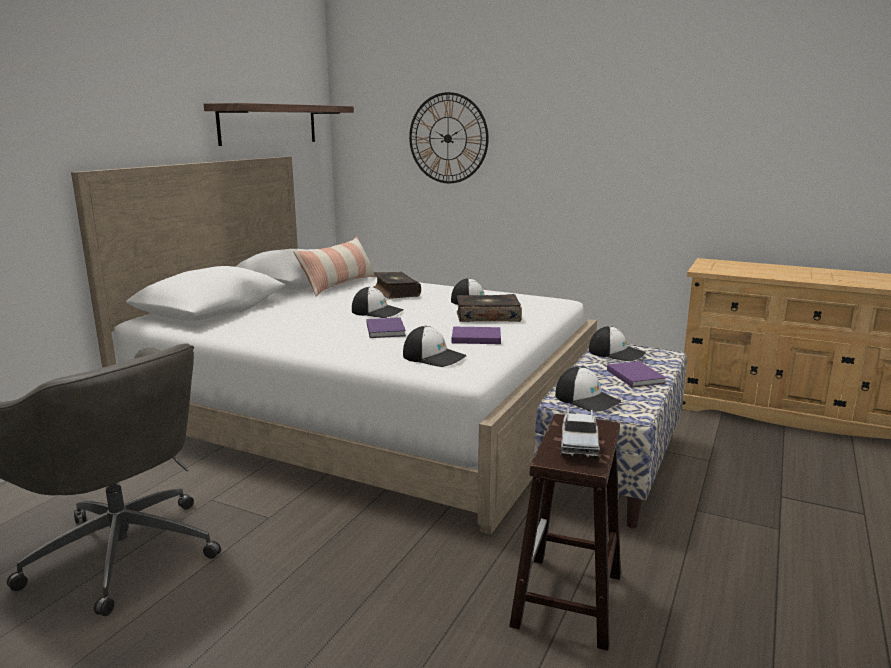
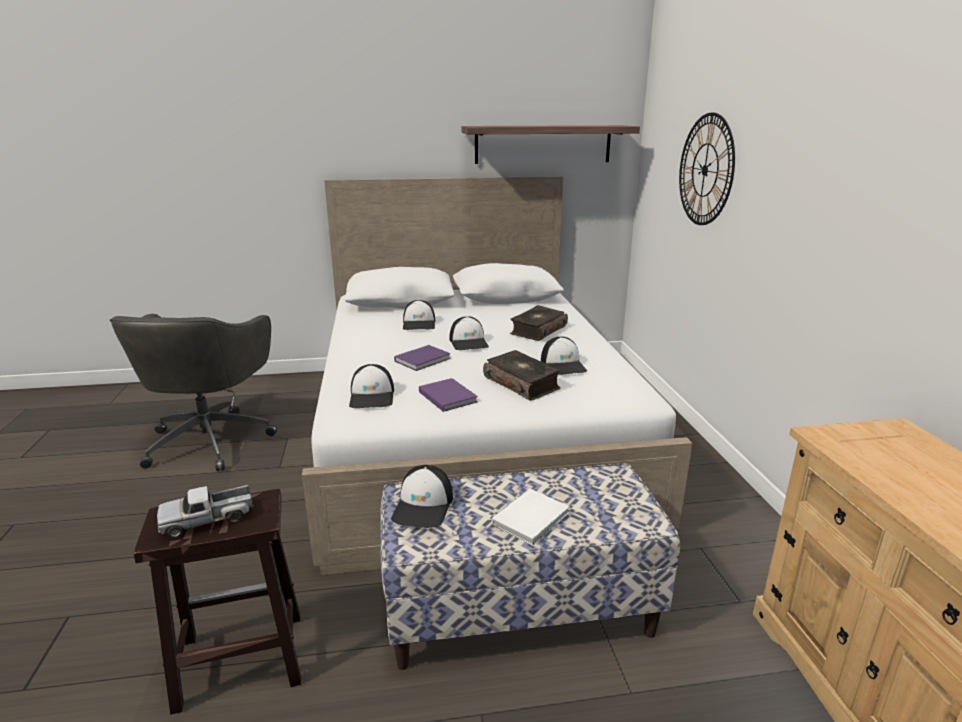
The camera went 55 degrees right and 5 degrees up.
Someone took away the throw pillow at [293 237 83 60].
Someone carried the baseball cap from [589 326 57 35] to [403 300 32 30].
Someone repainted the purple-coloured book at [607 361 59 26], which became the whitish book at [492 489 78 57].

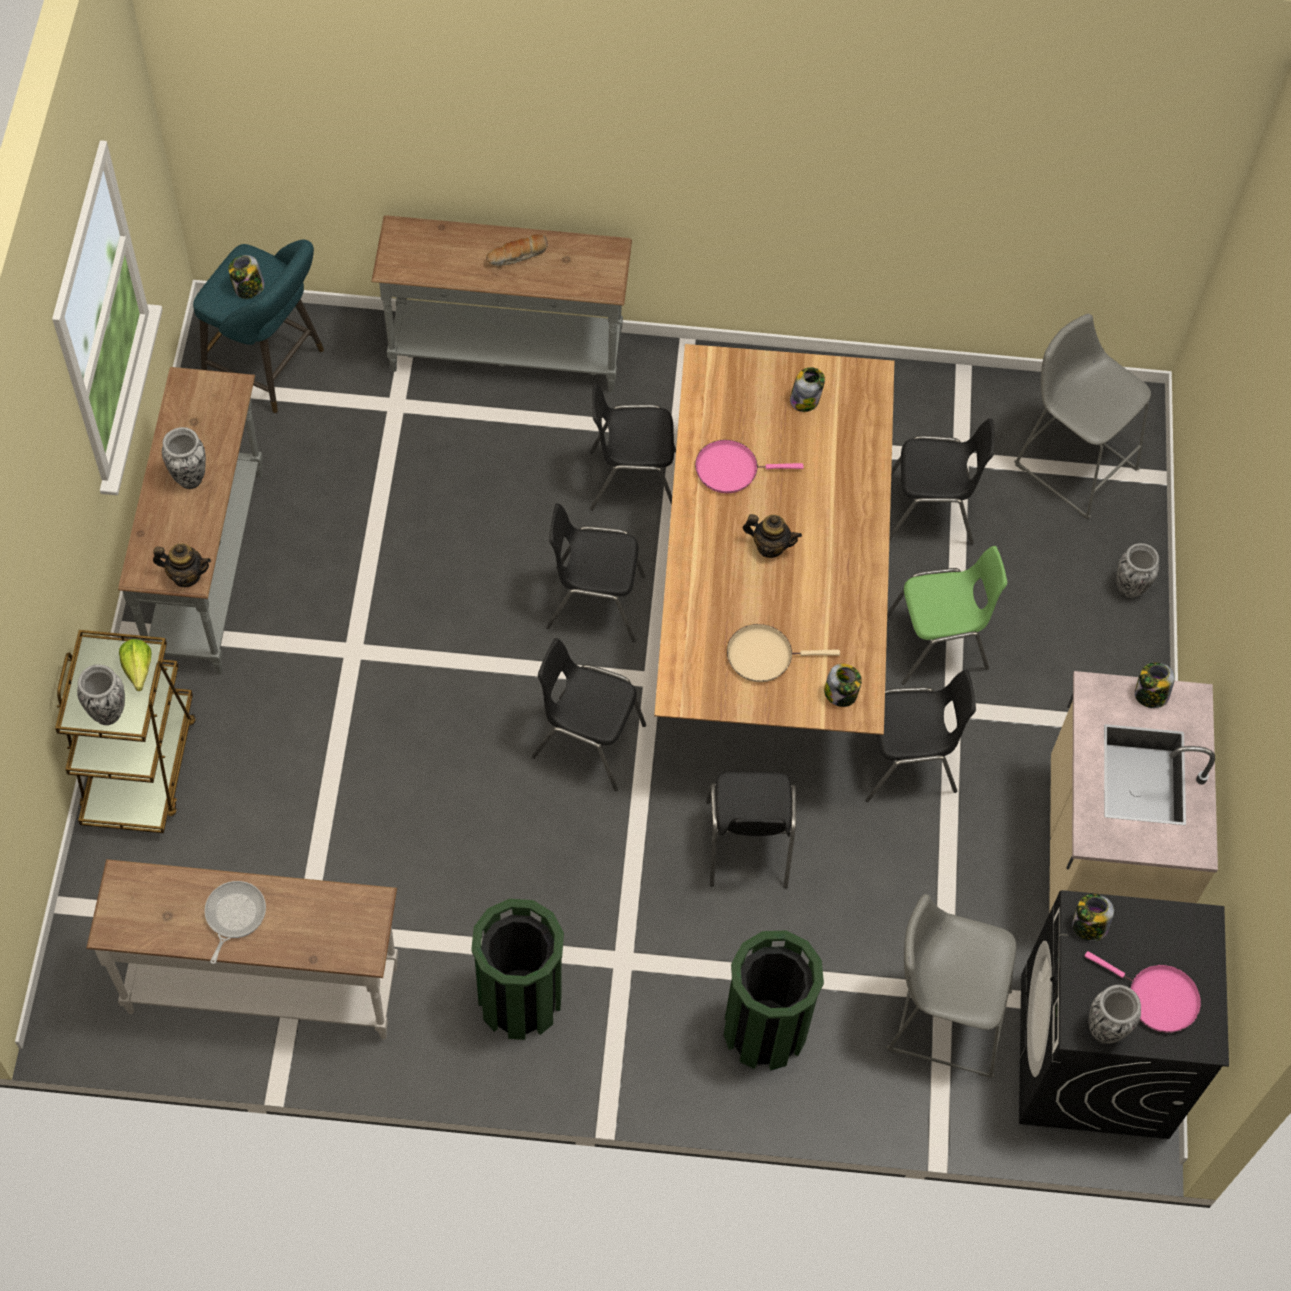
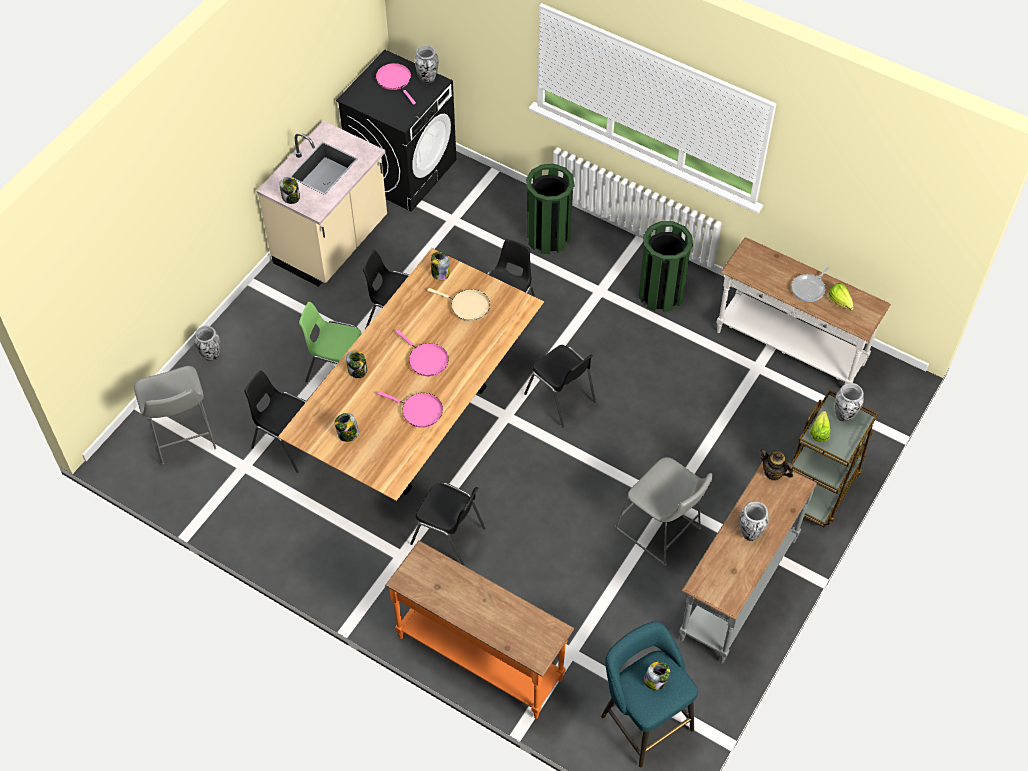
The camera went 150 degrees left and 5 degrees down.
Someone repainted the greyish narrow table at [371 215 261 177], which became the orange narrow table at [385 541 190 178].
Someone took away the bread at [486 234 62 32].
Someone took away the black-coloured chair at [546 503 99 139].
Someone swapped the teapot at [742 514 60 44] for the pinkish pan at [396 330 53 46].
Someone carried the greyish stool from [887 894 130 184] to [615 457 98 109].
Someone carried the jar from [1072 894 42 47] to [346 350 21 28].
Someone put down the head of lettuce at [828 283 26 28].

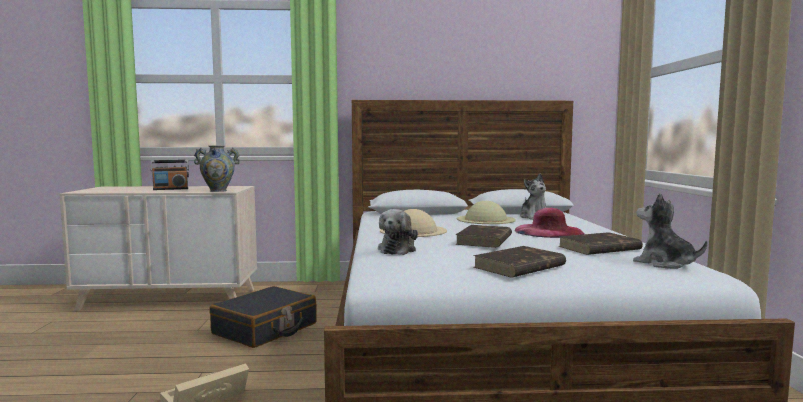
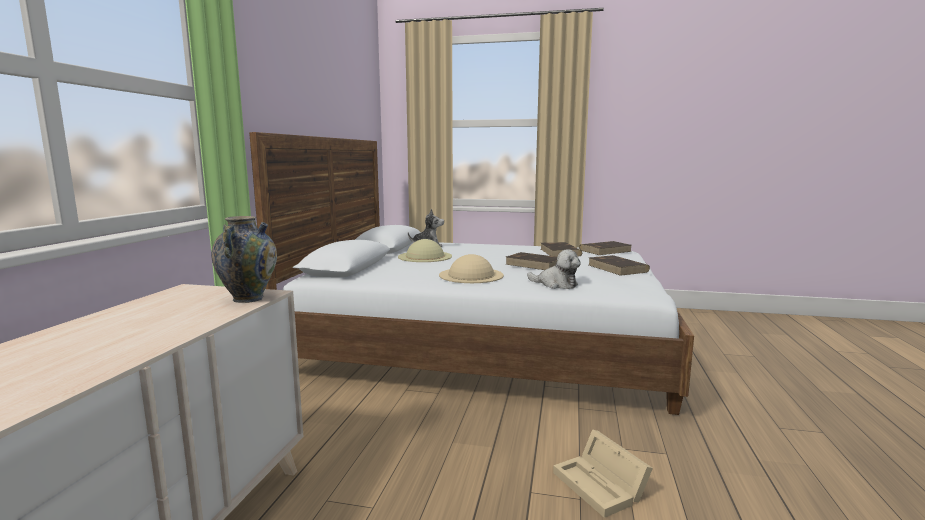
The camera went 75 degrees left and 5 degrees up.
Someone took away the radio receiver at [150 160 39 30].
Someone swapped the soft toy at [633 193 74 76] for the brown book at [579 241 53 14].
Someone took away the pinkish wearable hat at [515 208 70 30].
Someone took away the black-coloured piece of luggage at [209 286 108 62].

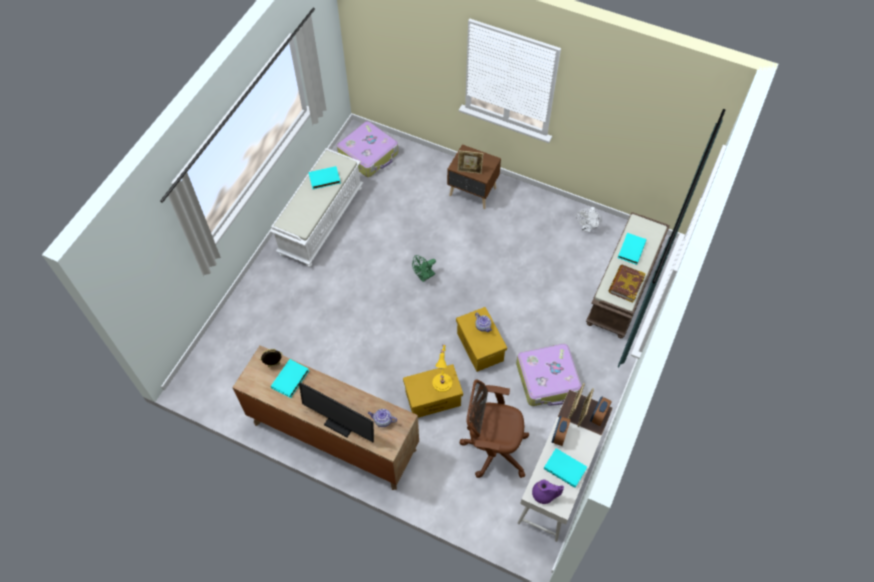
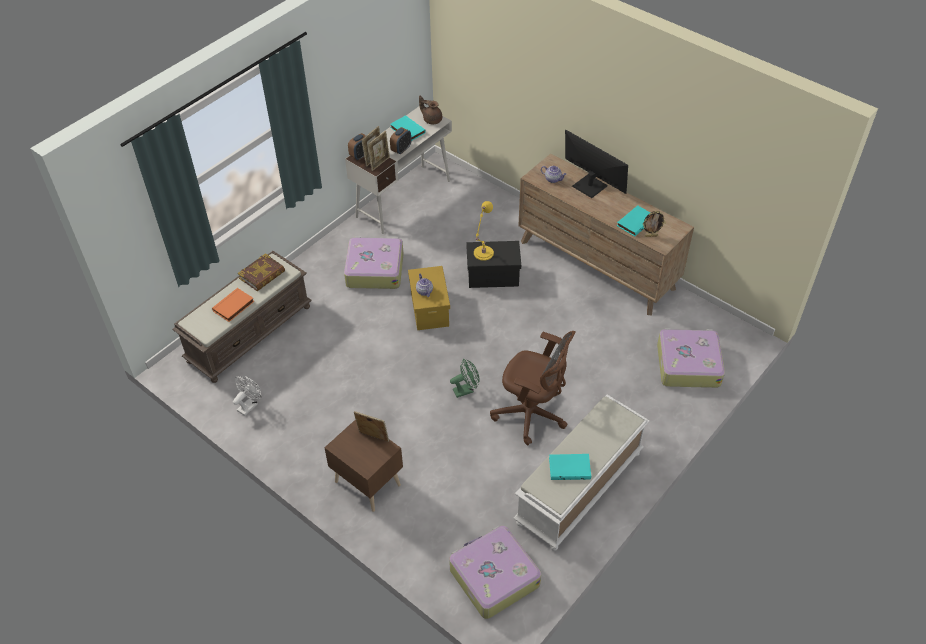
The camera went 165 degrees left and 10 degrees down.
Someone repainted the turquoise book at [618 233 28 32], which became the orange book at [212 288 42 34].
Someone repainted the yellow storage container at [403 364 60 54], which became the black-coloured storage container at [466 241 55 47].
Someone carried the brown office chair from [460 379 69 99] to [490 331 86 114].
Someone repainted the purple-coloured teapot at [532 479 32 25], which became the brown teapot at [419 96 23 29].
Someone put down the piece of luggage at [657 328 68 60].

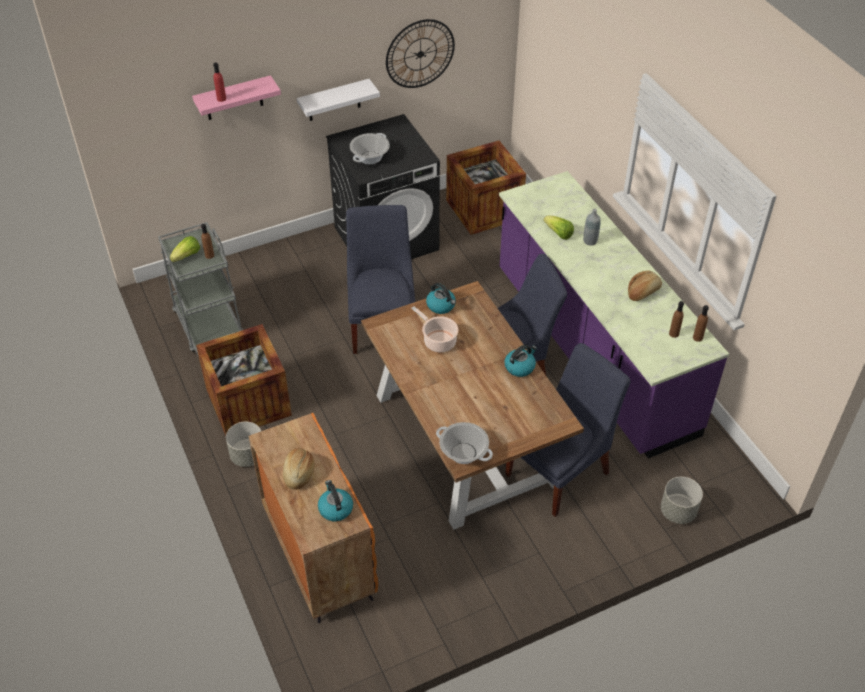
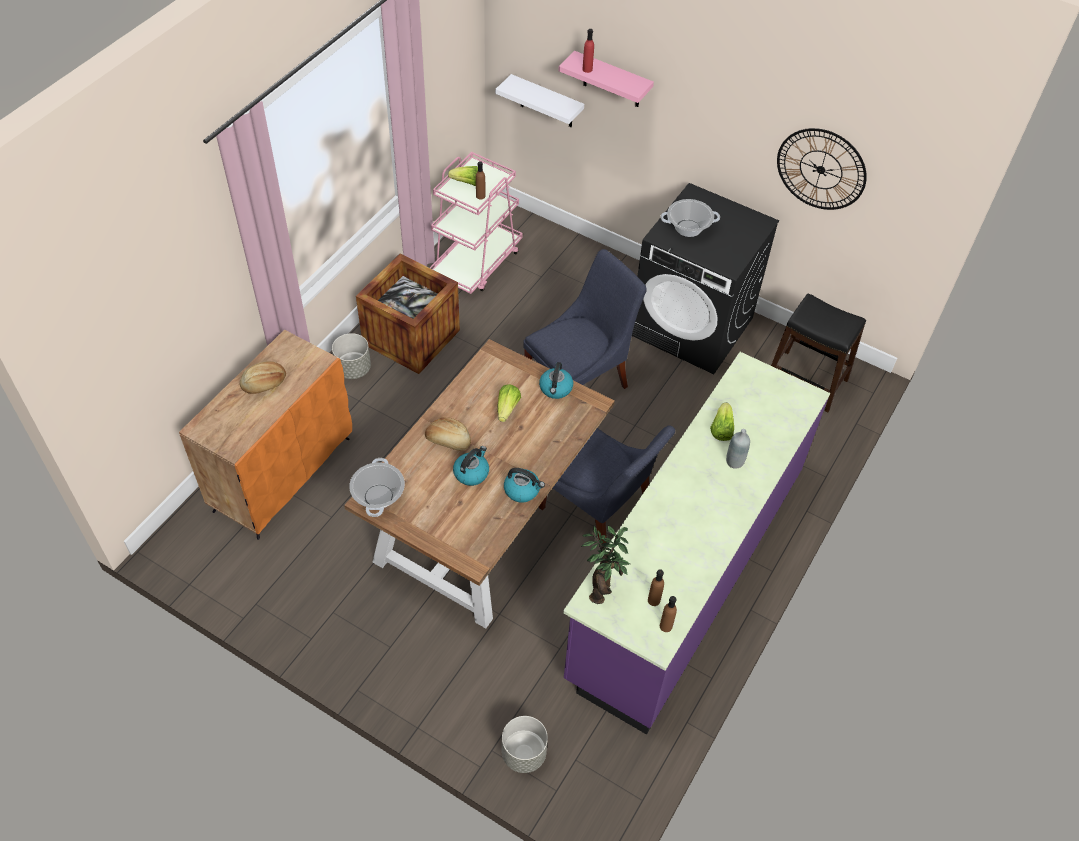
The camera went 55 degrees right and 5 degrees up.
Someone carried the whitish bracket shelf from [297 79 83 42] to [495 74 89 53].
Someone swapped the crate at [446 140 80 95] for the black-coloured stool at [771 294 95 118].
Someone repainted the greyish wheeled cart at [158 222 85 135], which became the pinkish wheeled cart at [430 152 93 142].
Someone carried the bread from [628 270 34 31] to [425 417 46 34].
Someone swapped the saucepot at [412 307 46 45] for the head of lettuce at [497 384 24 38].
Someone took away the bluish chair at [505 343 125 174].
Someone carried the water kettle from [318 480 35 41] to [453 446 36 40].
Someone put down the plant in a pot at [582 526 48 78].

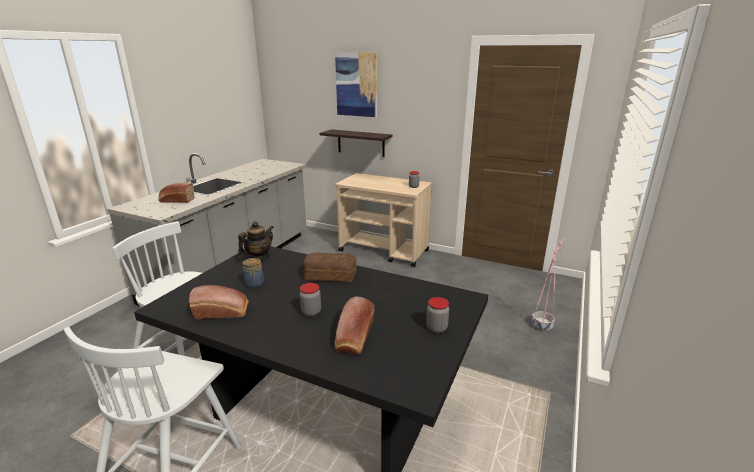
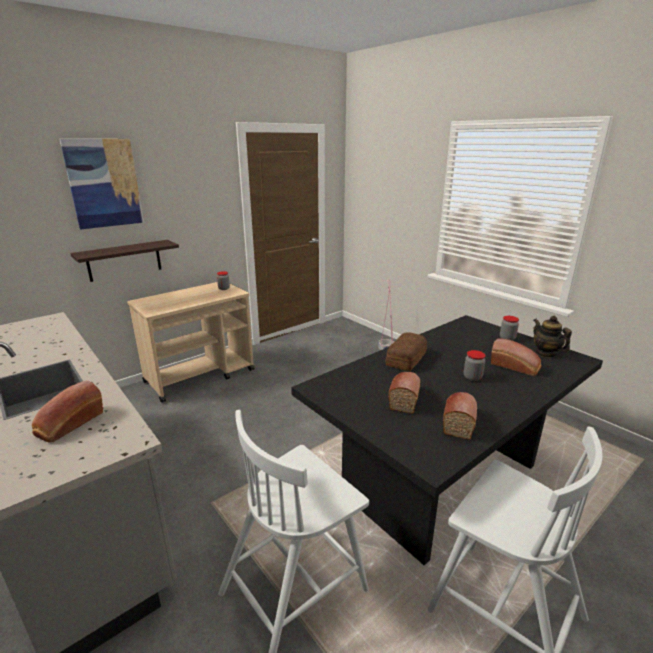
The camera went 65 degrees left and 0 degrees up.
Someone carried the teapot from [238 221 36 39] to [533 316 39 42].
Someone swapped the jar at [243 258 21 30] for the bread at [389 372 31 42].

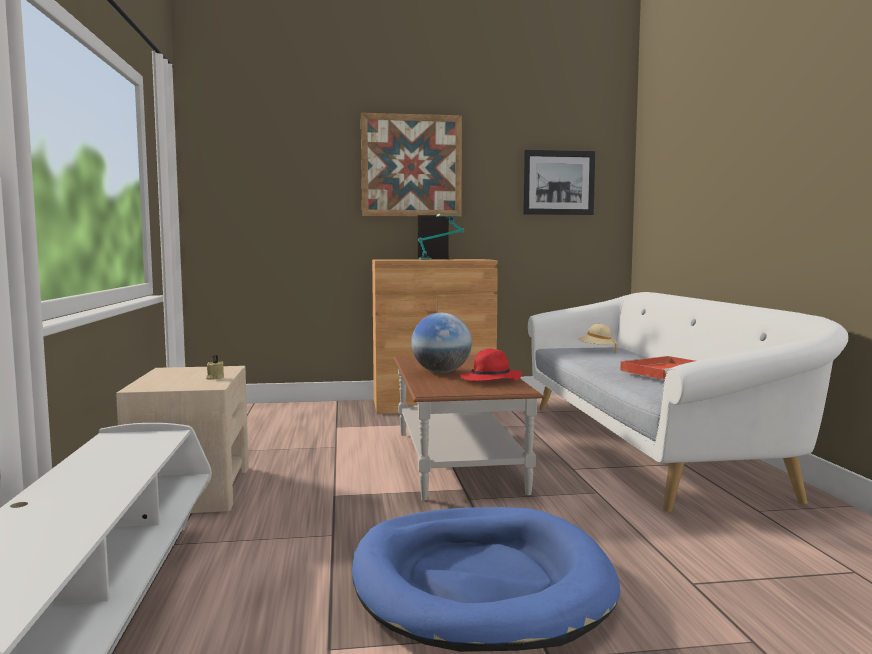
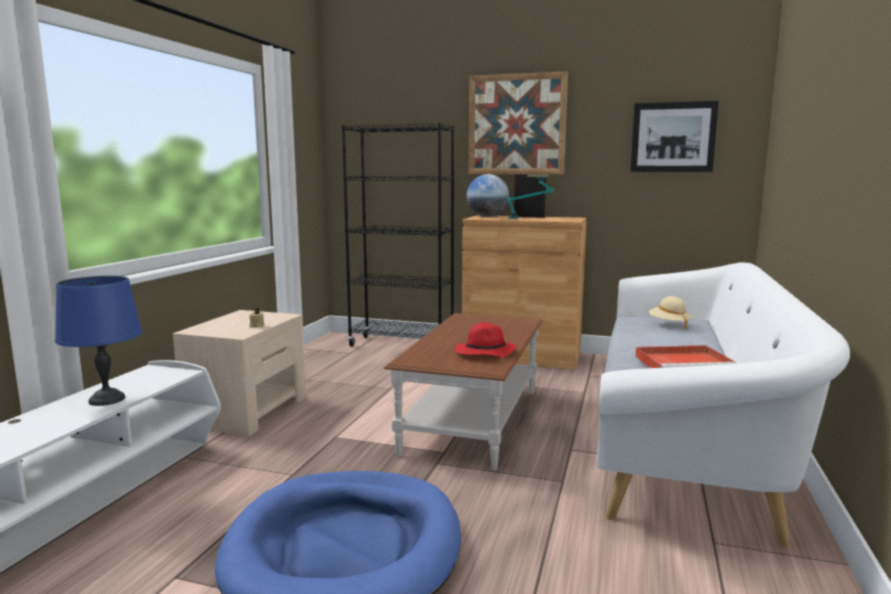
The camera went 25 degrees right and 5 degrees up.
Someone carried the globe from [411 313 61 60] to [467 174 42 43].
Someone put down the black-coloured bookcase at [342 123 112 224].
Someone put down the bluish table lamp at [55 276 87 130].

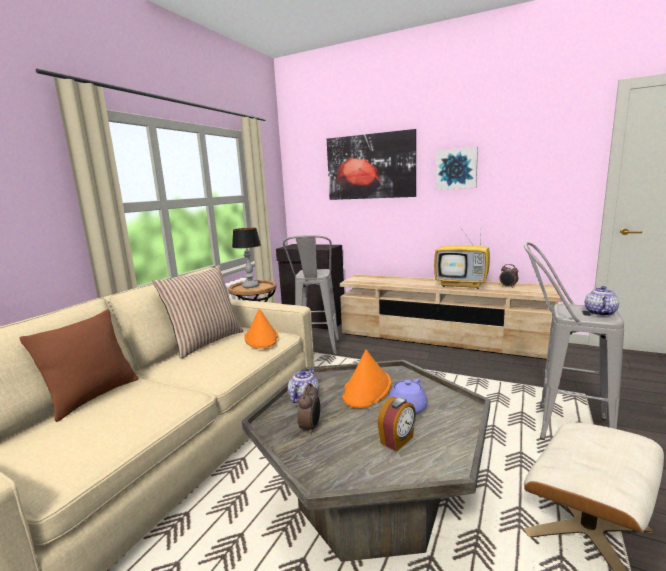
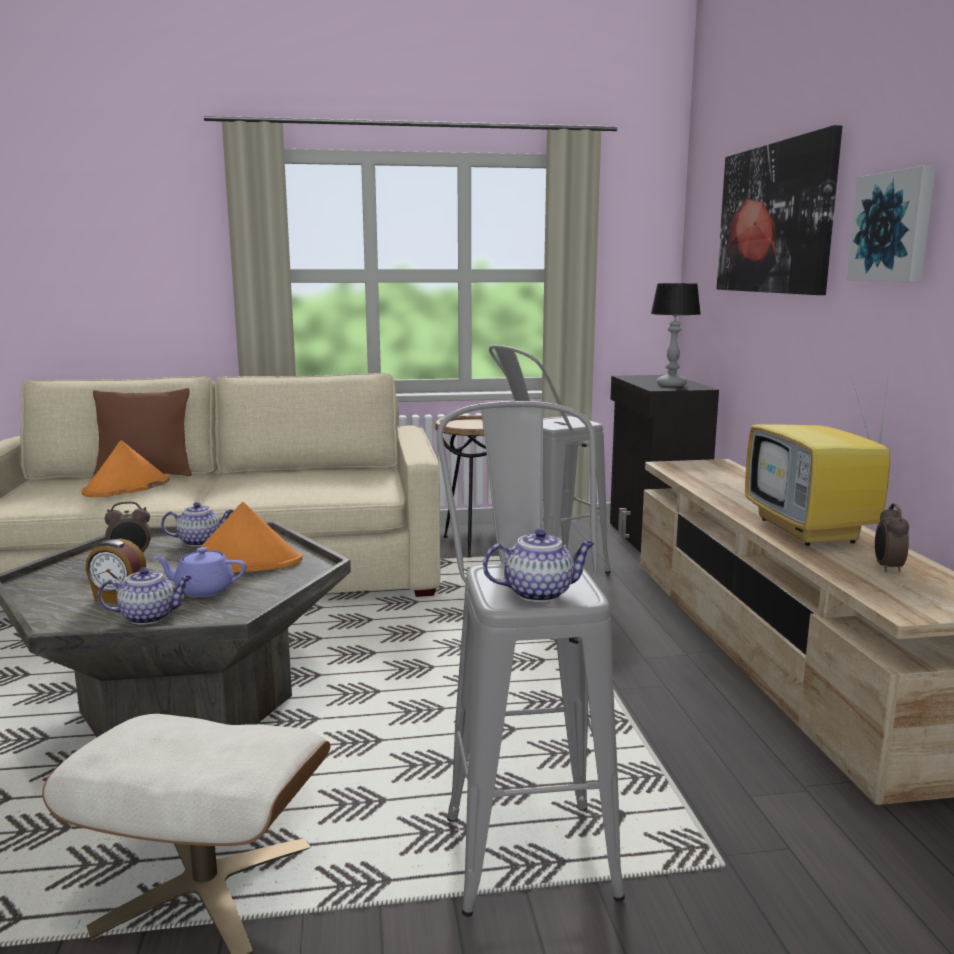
The camera went 55 degrees right and 0 degrees up.
Someone carried the table lamp from [232 228 29 60] to [651 283 50 104].
Someone took away the throw pillow at [152 265 92 94].
Someone carried the orange wearable hat from [244 308 34 41] to [81 440 89 57].
Someone put down the teapot at [98 567 94 57].

